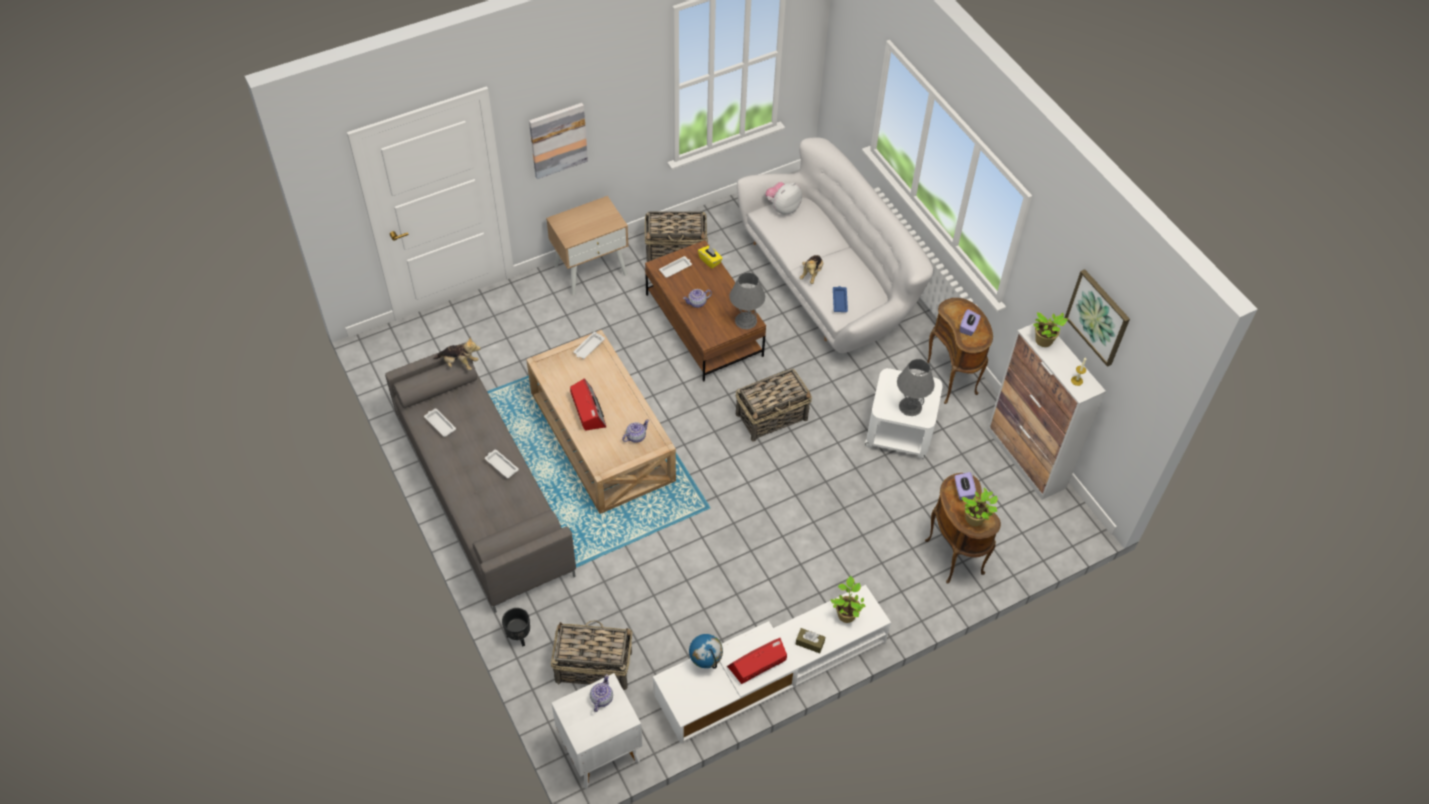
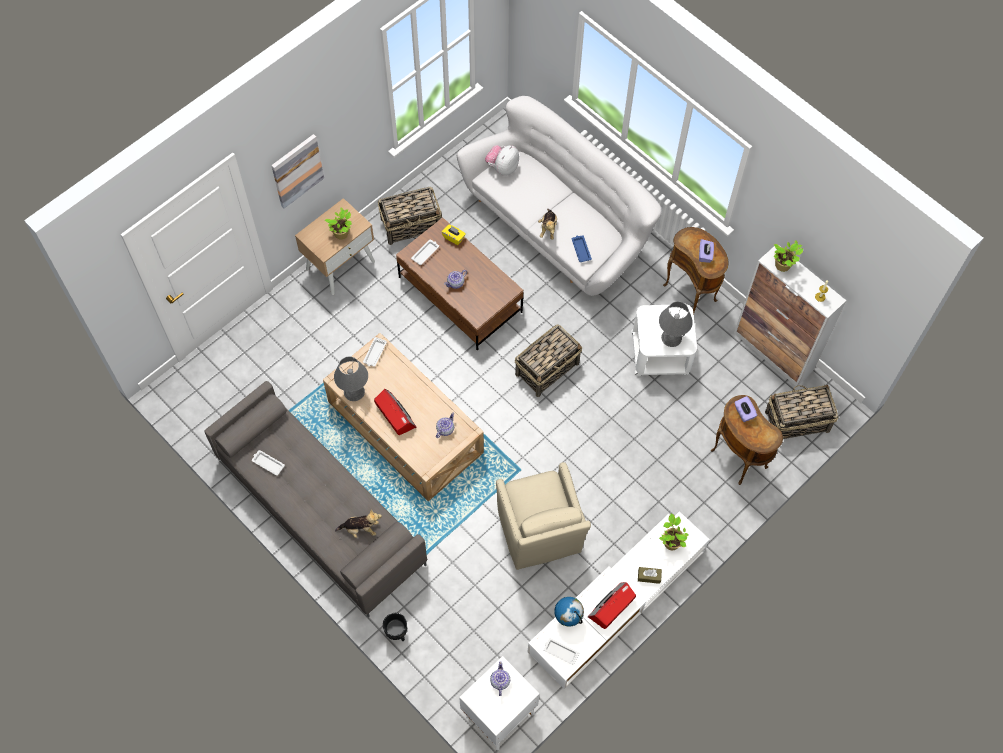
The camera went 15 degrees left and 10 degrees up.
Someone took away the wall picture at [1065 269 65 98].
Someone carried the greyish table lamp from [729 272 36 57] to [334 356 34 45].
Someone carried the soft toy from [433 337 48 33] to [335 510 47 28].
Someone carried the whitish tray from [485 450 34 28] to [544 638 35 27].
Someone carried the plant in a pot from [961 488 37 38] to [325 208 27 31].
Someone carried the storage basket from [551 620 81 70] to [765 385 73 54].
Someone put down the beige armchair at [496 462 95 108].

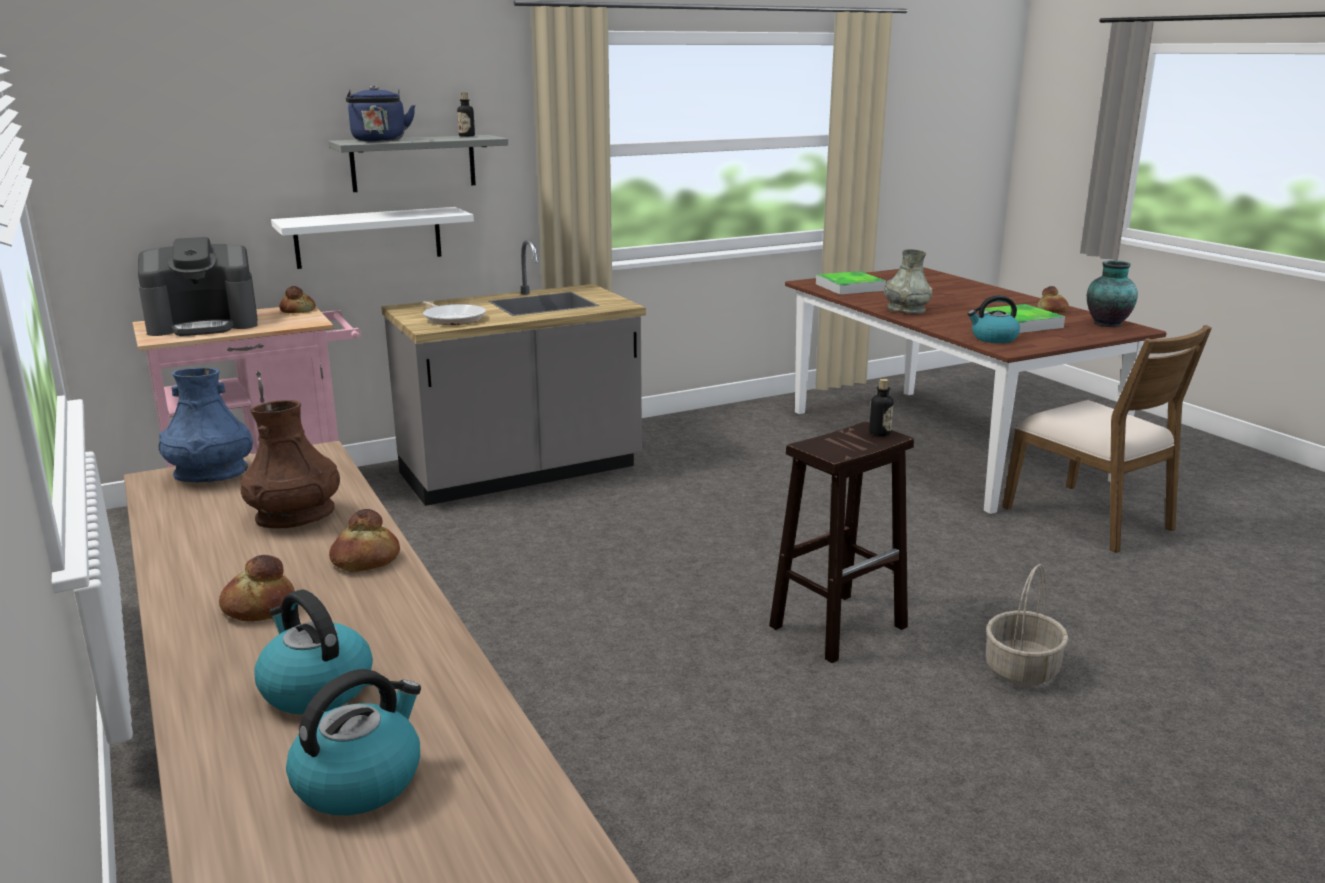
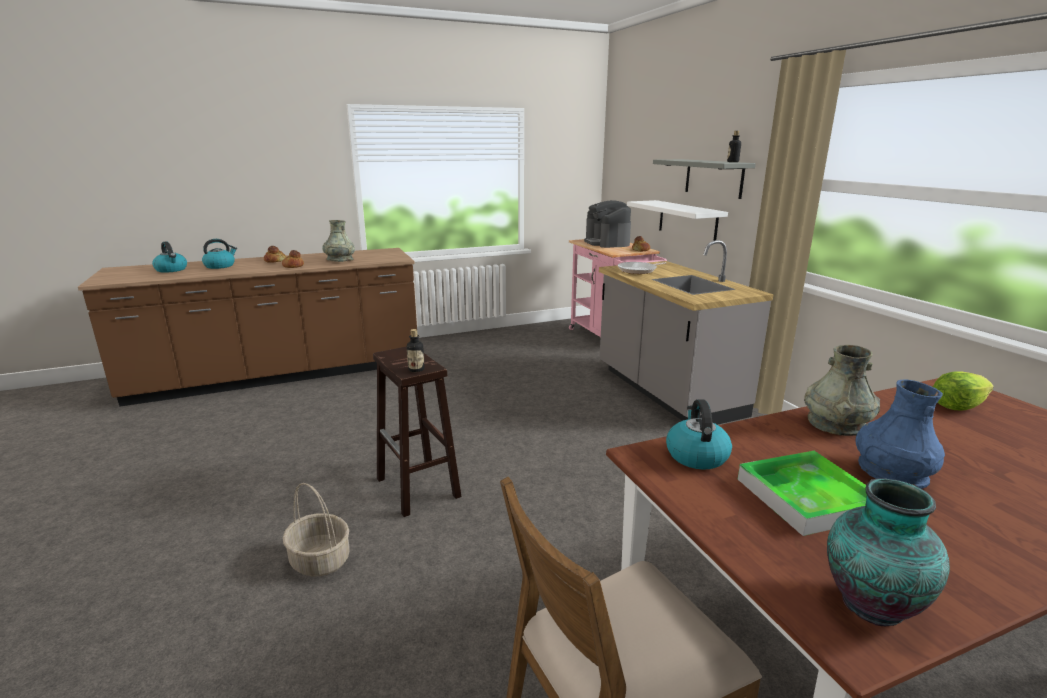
The camera went 95 degrees right and 0 degrees up.
Someone took away the bluish water kettle at [346 86 69 56].
Someone swapped the tray at [816 271 70 23] for the head of lettuce at [933 371 61 40].
Someone took away the bread at [1037 286 32 27].
Someone carried the bluish vase from [159 368 94 115] to [856 380 89 109].
Someone repainted the brown vase at [241 400 99 128], which became the greyish vase at [322 220 33 42].

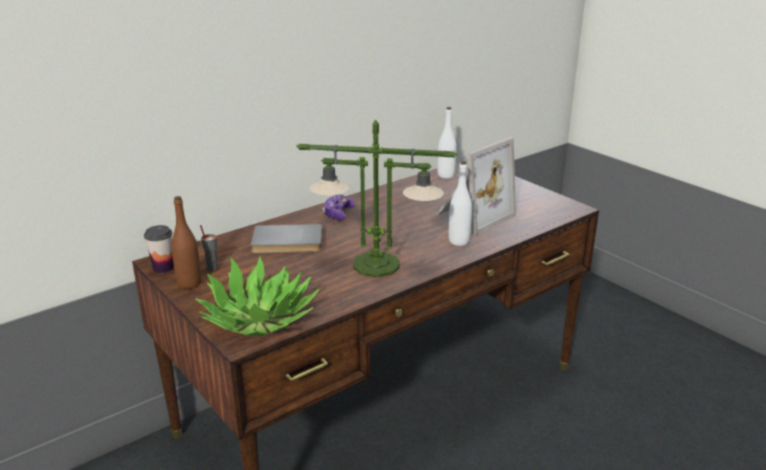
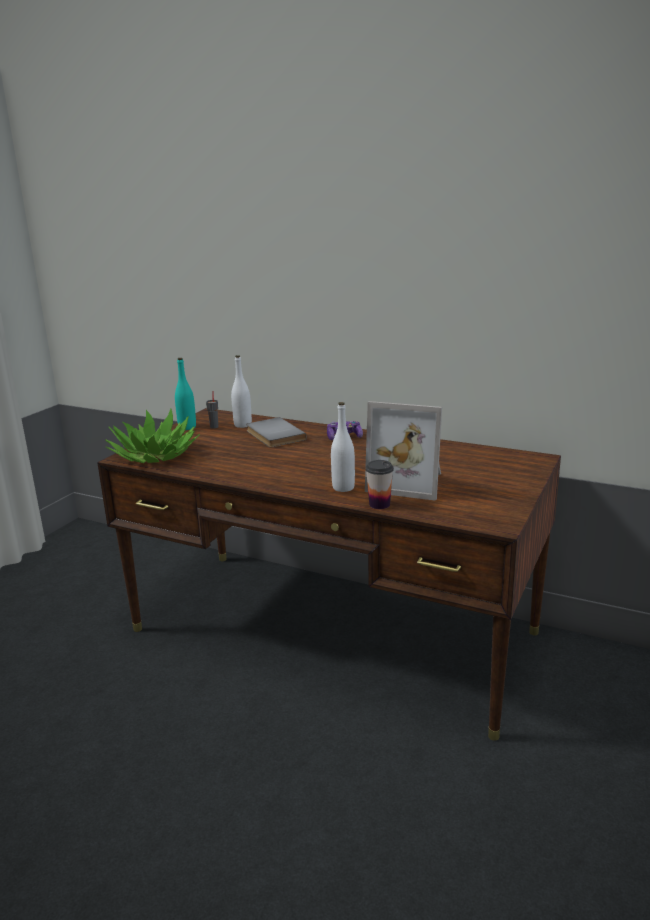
The camera went 65 degrees right and 5 degrees down.
Someone carried the whitish bottle from [437 107 20 72] to [231 355 21 73].
Someone took away the table lamp at [297 120 160 157].
Someone repainted the brown bottle at [171 196 30 93], which became the turquoise bottle at [175 358 21 72].
Someone carried the small cup from [144 225 30 48] to [366 460 28 49].

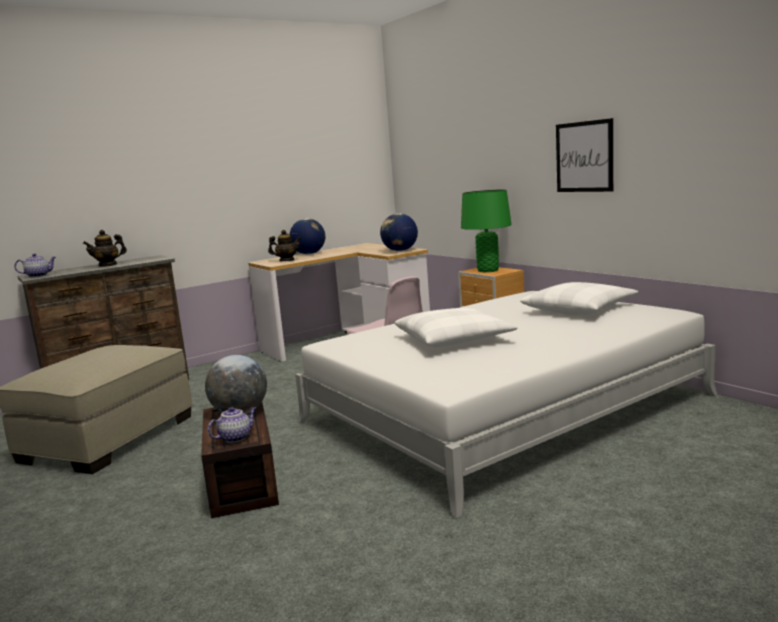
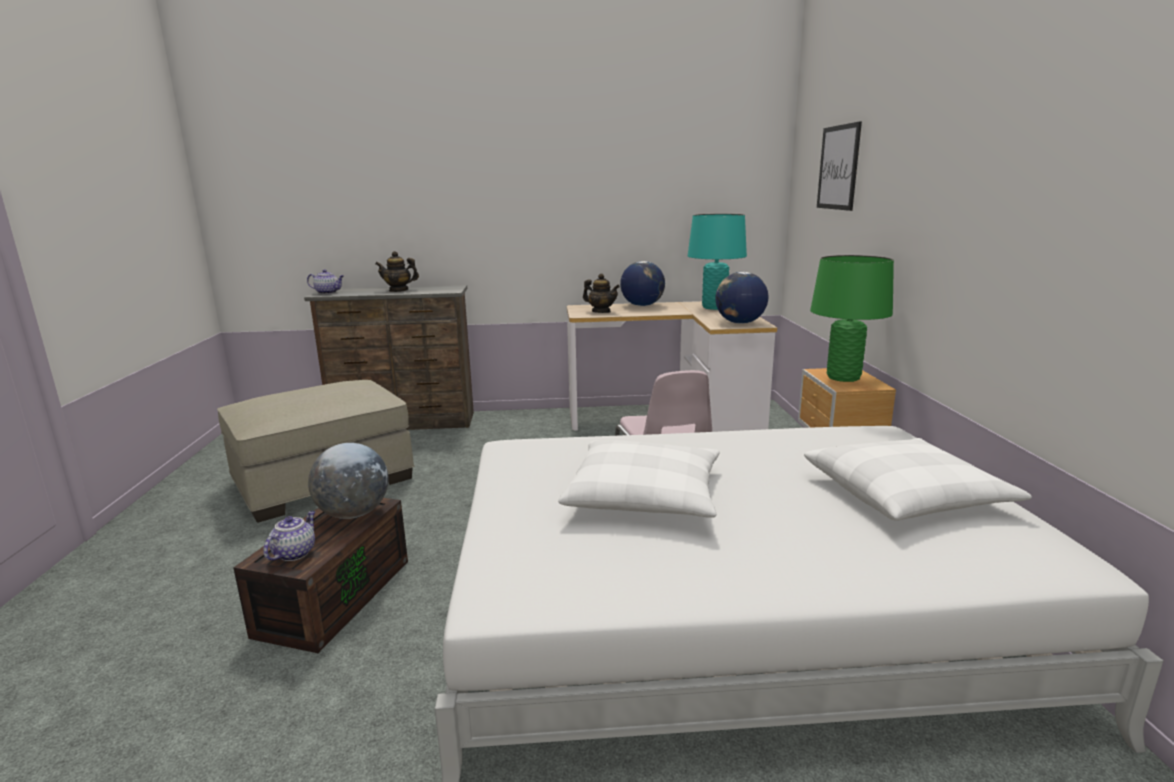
The camera went 30 degrees right and 5 degrees up.
Someone carried the wall picture from [556 118 57 74] to [817 121 45 90].
Someone rotated the teapot at [207 407 49 36] by 60 degrees counterclockwise.
Someone put down the turquoise table lamp at [688 214 59 96].

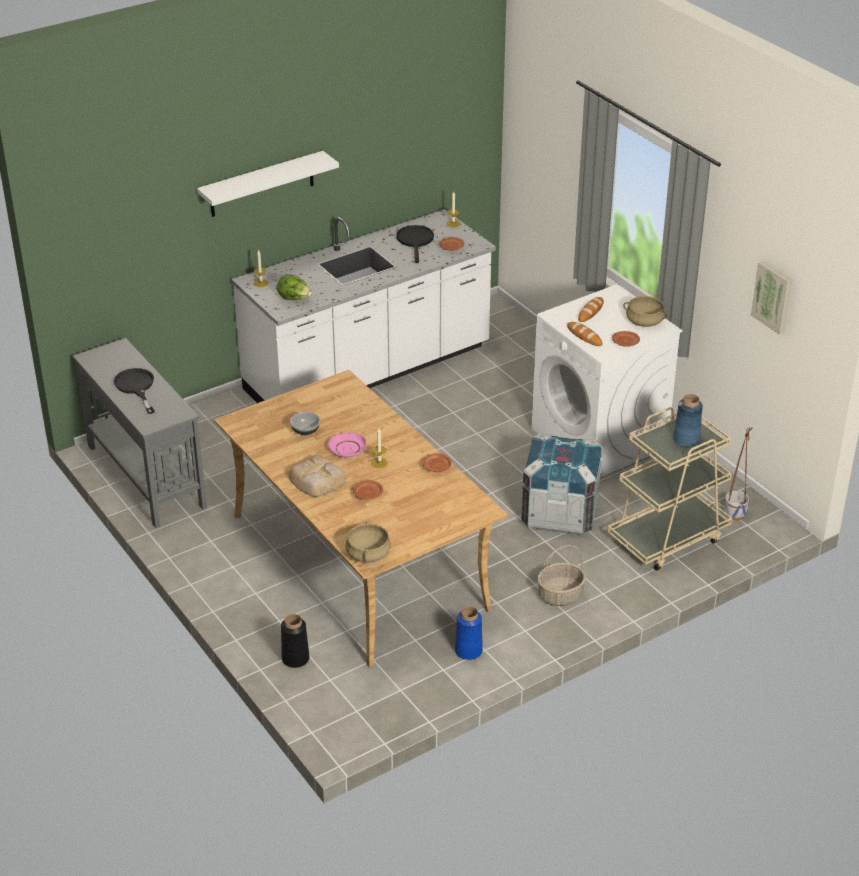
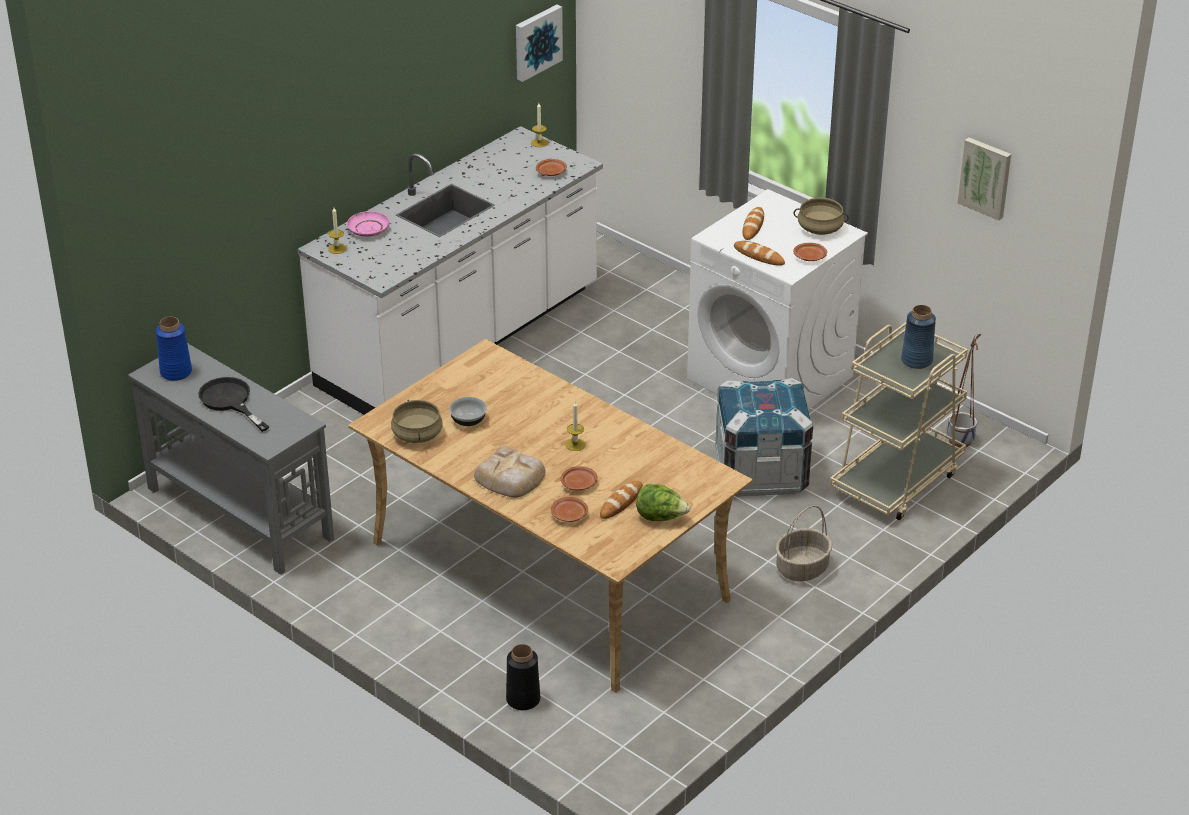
The camera went 15 degrees left and 0 degrees up.
Someone took away the whitish bracket shelf at [197 151 142 66].
Someone took away the black-coloured pan at [396 225 38 38].
Someone carried the head of lettuce from [277 274 35 26] to [636 484 54 37].
Someone carried the pinkish plate from [328 432 38 25] to [347 211 42 26].
Someone carried the brown plate from [422 453 30 19] to [551 497 37 25].
Someone carried the beige saucepot from [345 522 46 41] to [391 400 52 43].
Someone carried the bluish vase from [455 606 28 54] to [156 317 36 64].
Someone put up the wall picture at [516 5 47 77].
Someone put down the bread at [600 481 43 38].

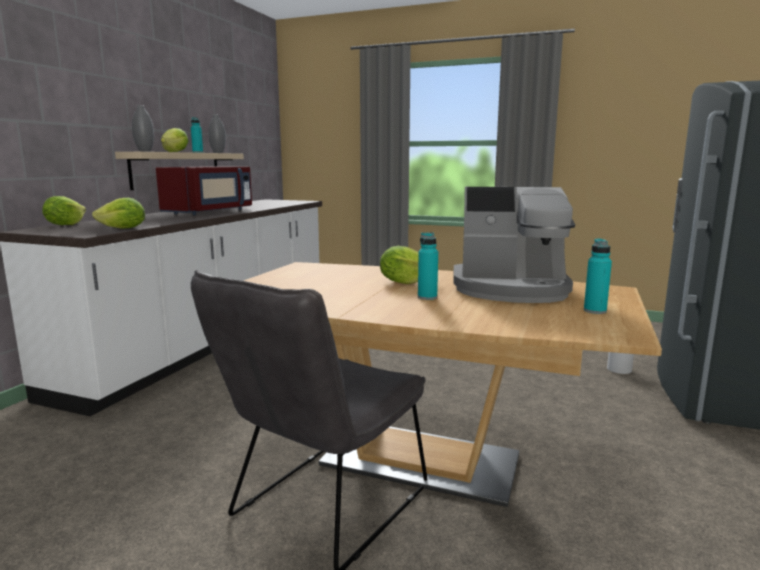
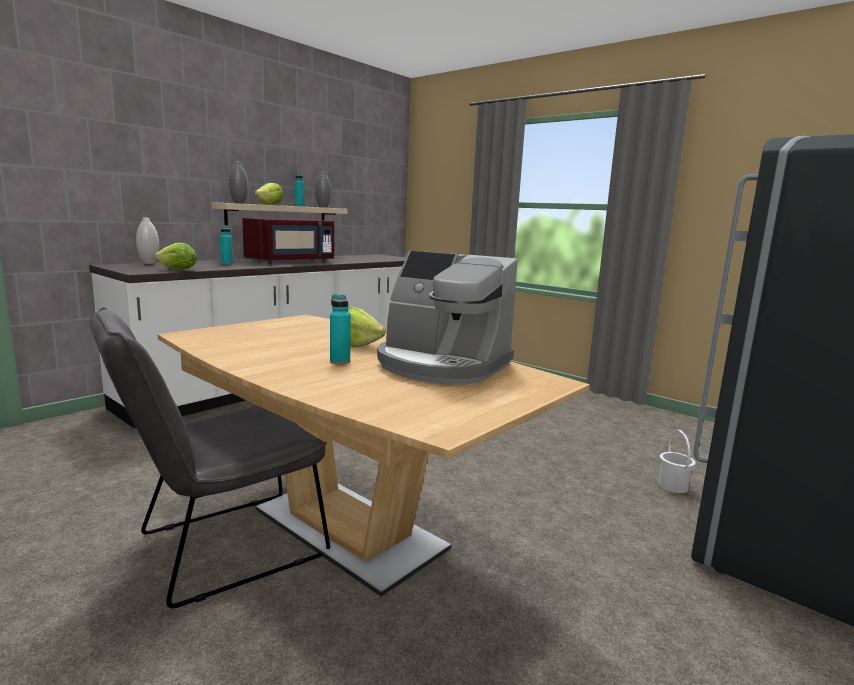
The camera went 20 degrees right and 0 degrees up.
Someone swapped the head of lettuce at [42 196 44 29] for the whitish vase at [136 218 23 46].
Someone carried the turquoise bottle from [584 238 28 76] to [220 225 13 39].

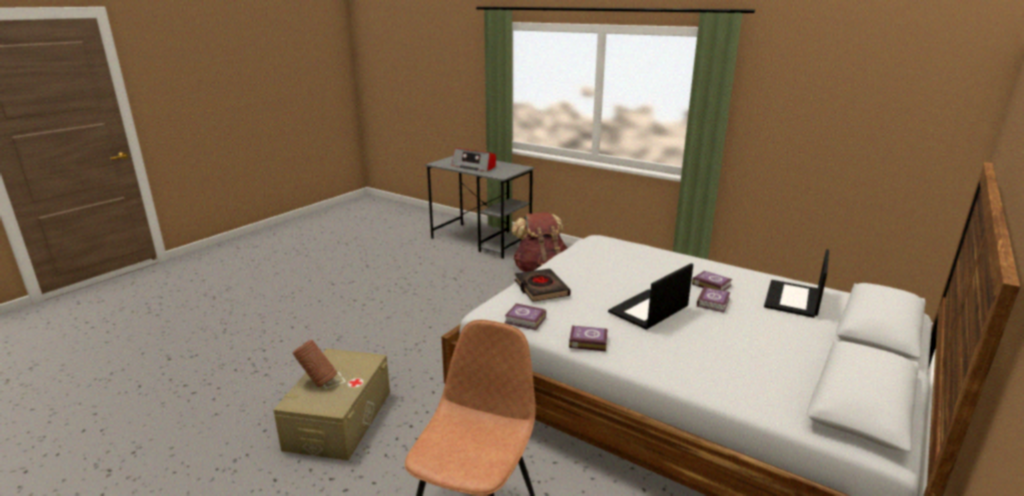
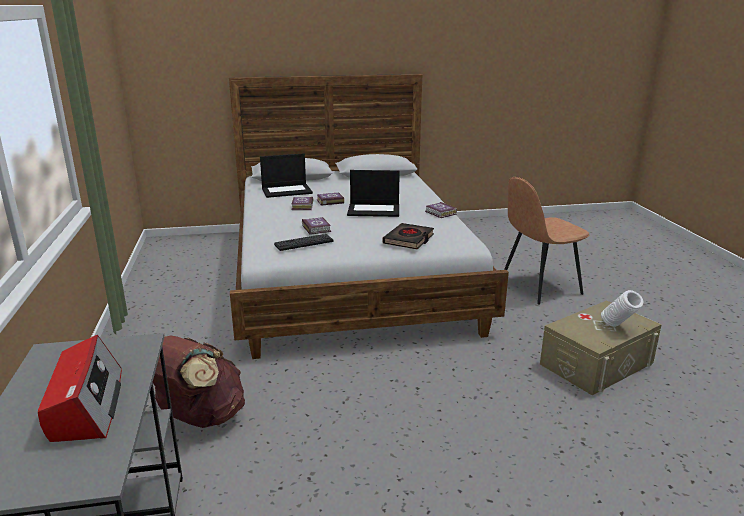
The camera went 135 degrees left and 0 degrees up.
Someone carried the book from [504 303 42 27] to [302 217 29 18].
Someone repainted the brown vase at [293 340 44 47], which became the whitish vase at [601 290 42 37].
Someone put down the PC keyboard at [274 234 59 17].

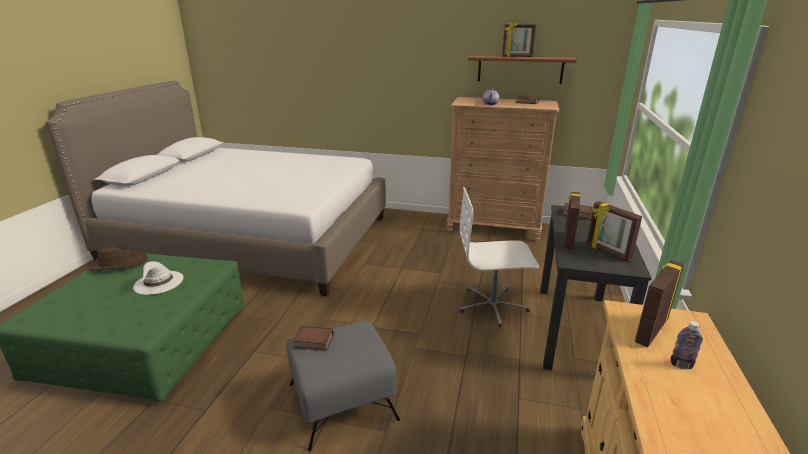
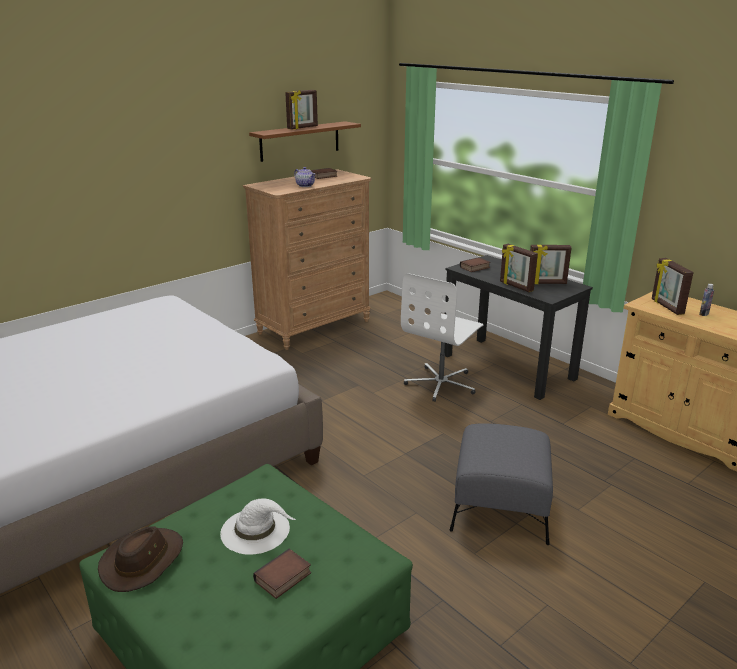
The camera went 55 degrees left and 0 degrees up.
Someone carried the book from [293 326 41 25] to [253 549 58 50].

